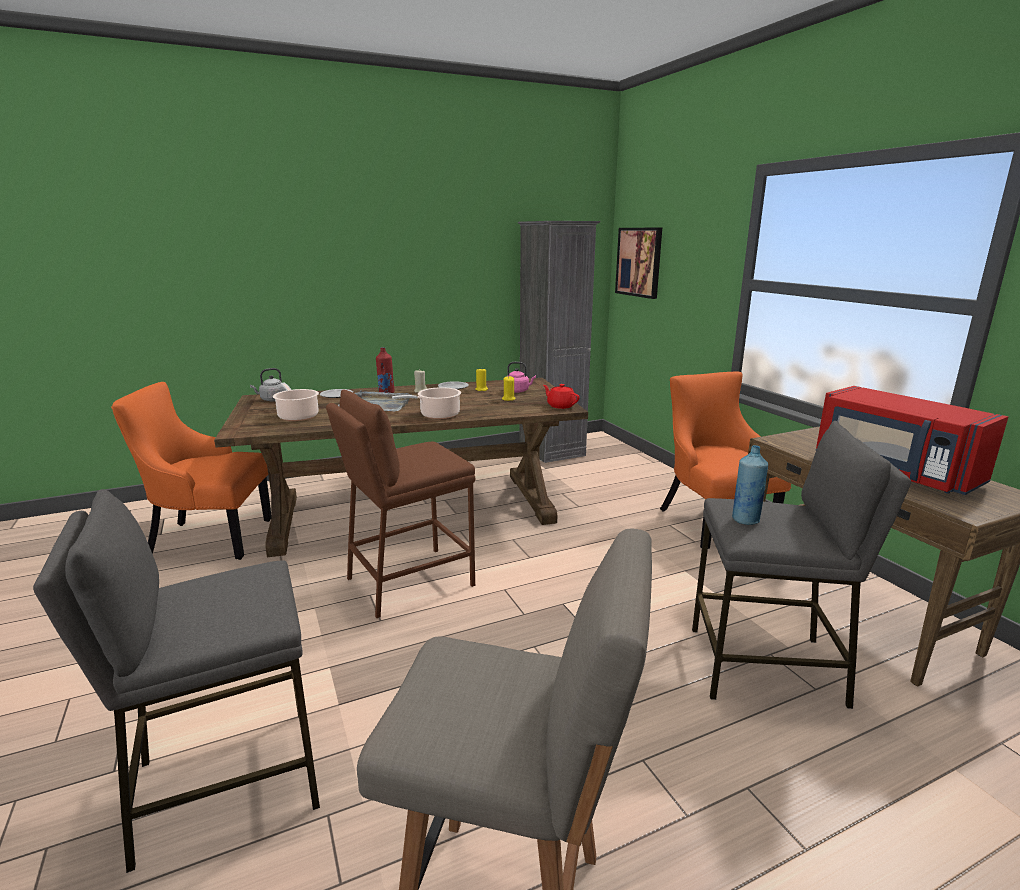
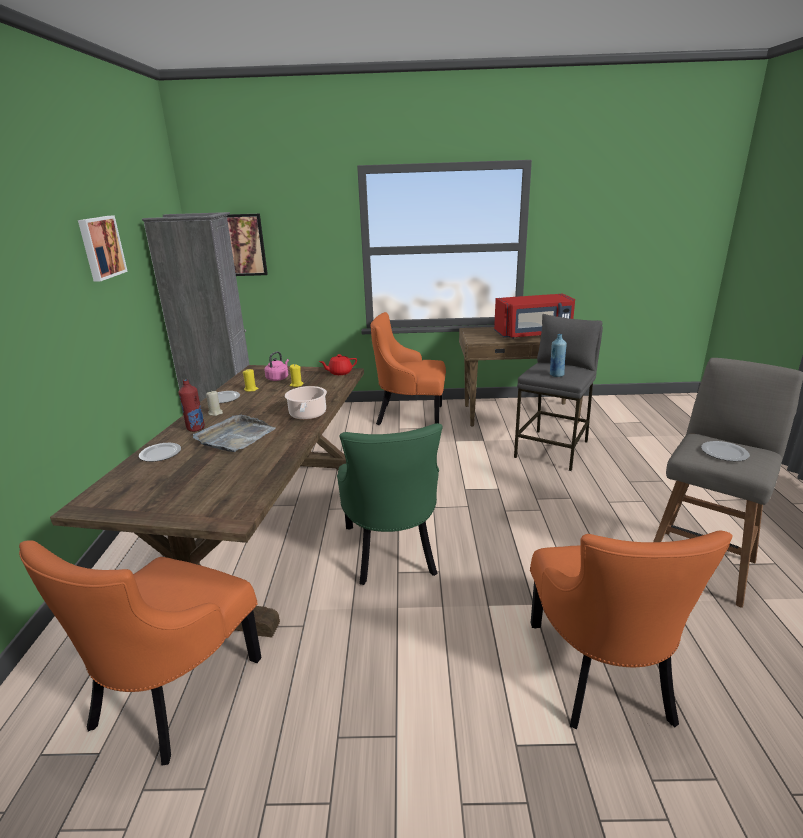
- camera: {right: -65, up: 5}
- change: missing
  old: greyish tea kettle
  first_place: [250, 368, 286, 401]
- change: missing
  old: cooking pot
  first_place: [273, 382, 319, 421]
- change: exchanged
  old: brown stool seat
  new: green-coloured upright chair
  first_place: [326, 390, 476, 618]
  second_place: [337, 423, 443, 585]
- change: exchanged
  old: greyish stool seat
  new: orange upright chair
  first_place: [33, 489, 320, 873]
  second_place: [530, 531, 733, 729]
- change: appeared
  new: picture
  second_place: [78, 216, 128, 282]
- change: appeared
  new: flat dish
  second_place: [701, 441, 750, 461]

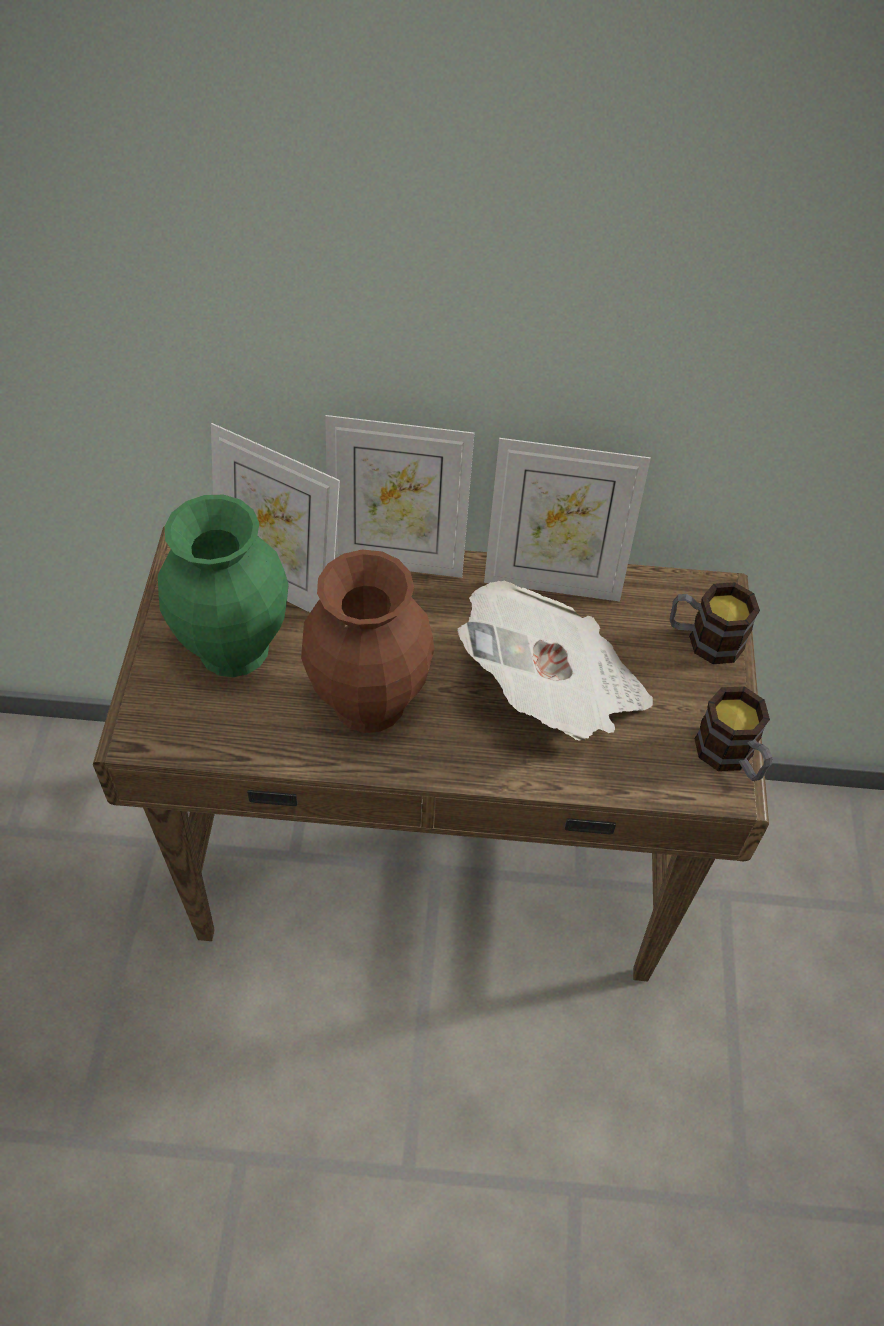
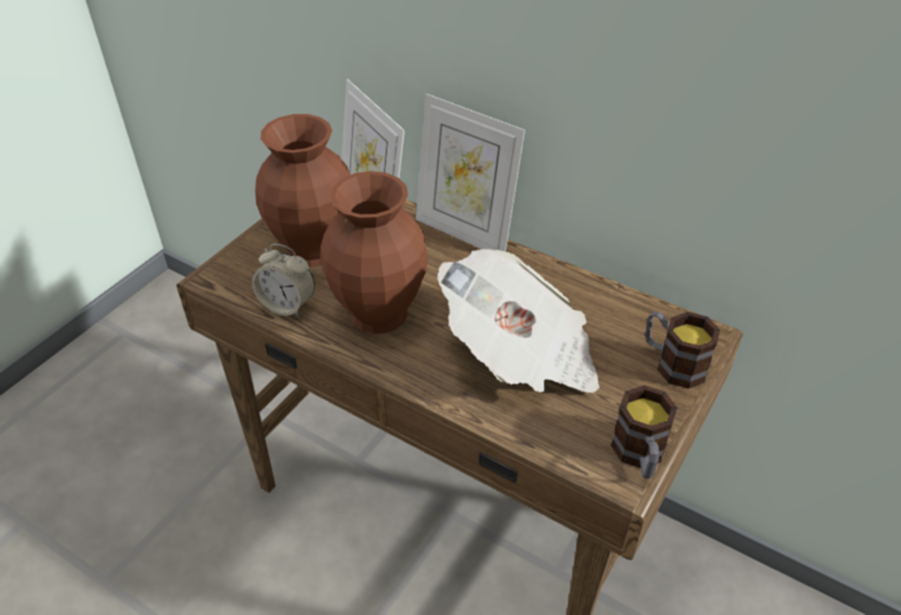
- camera: {right: 30, up: -10}
- change: missing
  old: standing frame
  first_place: [484, 438, 651, 602]
- change: colour
  old: green-coloured vase
  new: brown vase
  first_place: [158, 495, 289, 677]
  second_place: [255, 114, 351, 267]
- change: appeared
  new: table clock
  second_place: [252, 244, 315, 317]

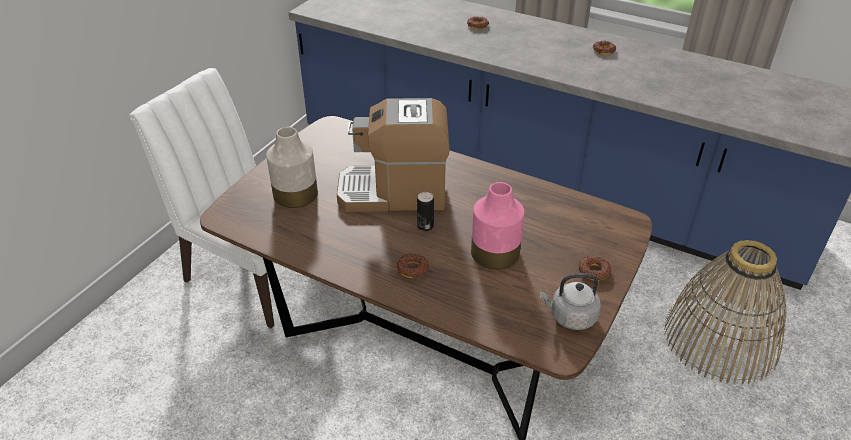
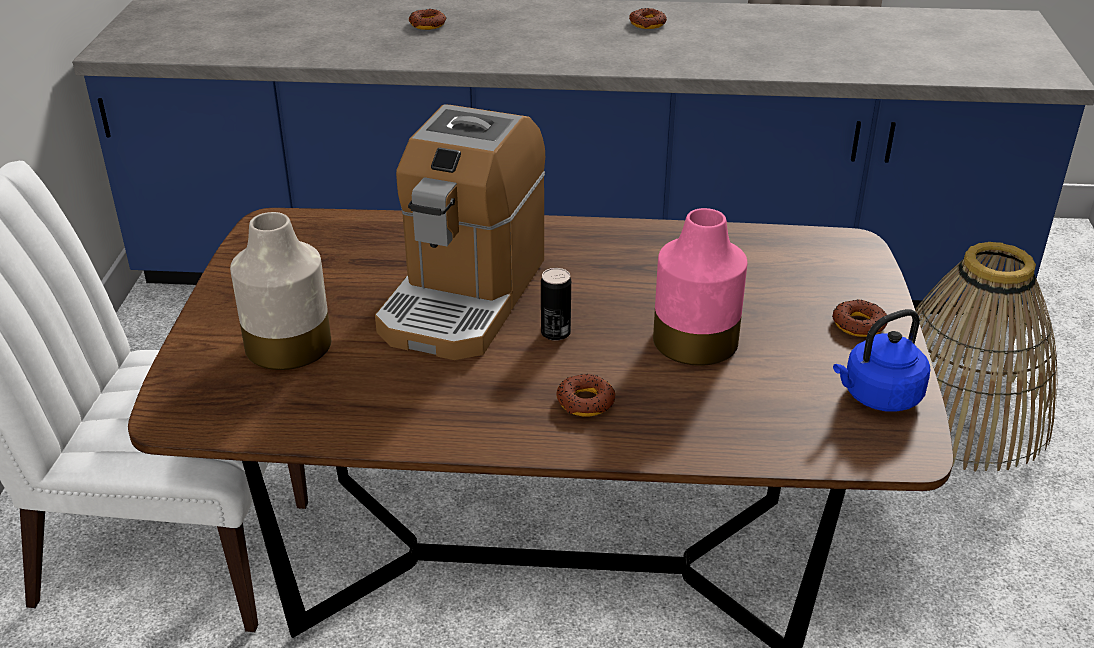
- camera: {right: -25, up: -5}
- change: spun
  old: coffee maker
  first_place: [337, 98, 450, 212]
  second_place: [375, 104, 545, 360]
  degrees: -45
- change: colour
  old: greyish tea kettle
  new: bluish tea kettle
  first_place: [539, 273, 601, 330]
  second_place: [833, 309, 930, 412]

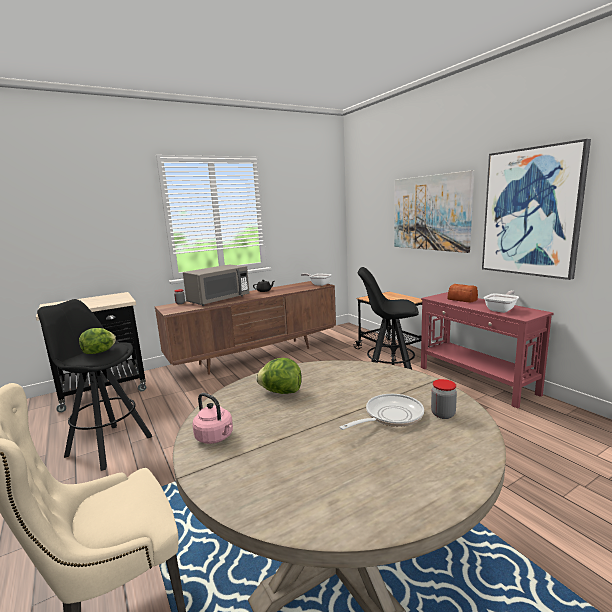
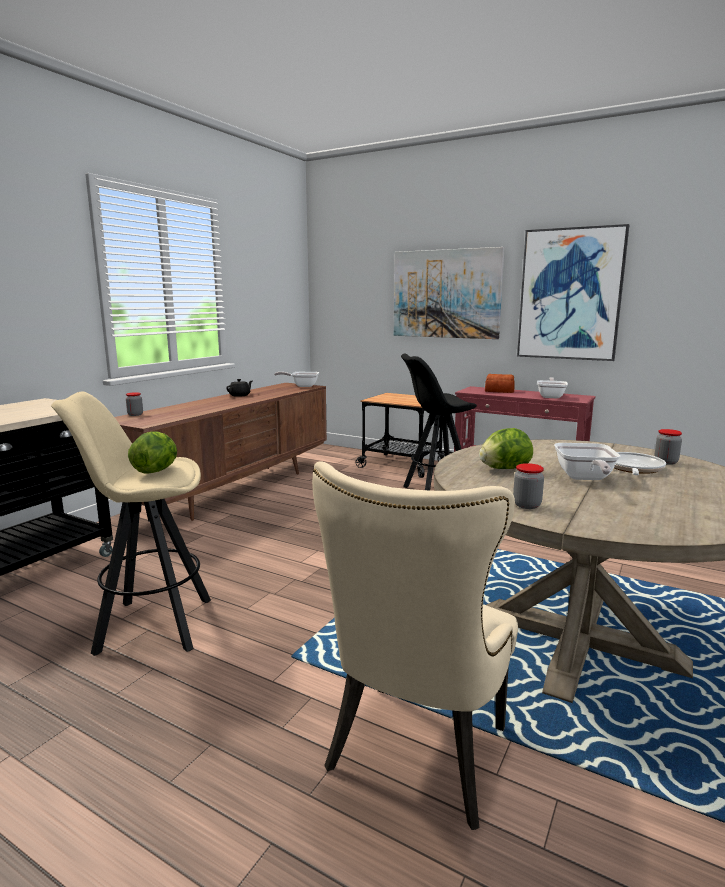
- camera: {right: -30, up: 0}
- change: missing
  old: greyish microwave
  first_place: [183, 265, 249, 306]
- change: colour
  old: black-coloured stool seat
  new: sand-coloured stool seat
  first_place: [37, 299, 152, 471]
  second_place: [51, 391, 211, 656]
- change: exchanged
  old: pink-coloured tea kettle
  new: jar
  first_place: [192, 393, 233, 444]
  second_place: [513, 463, 544, 509]
- change: appeared
  new: pan
  second_place: [554, 443, 620, 480]

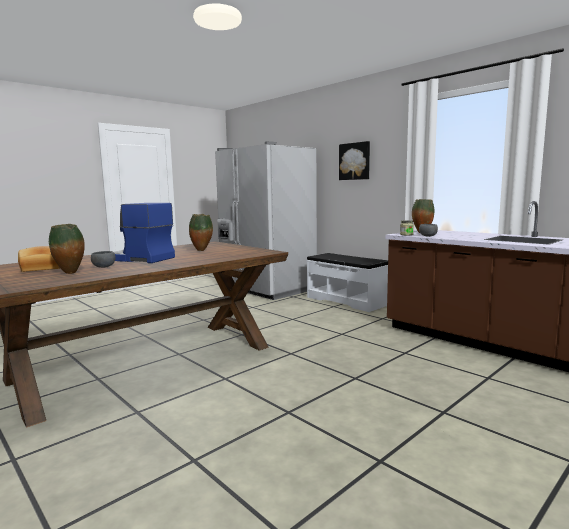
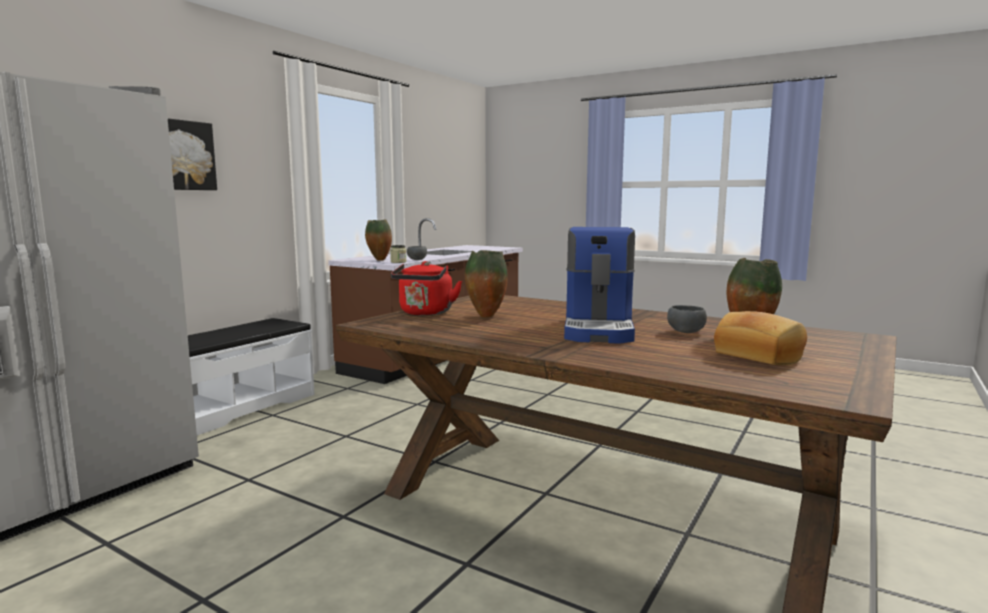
- camera: {right: -105, up: 0}
- change: appeared
  new: red-coloured tea kettle
  second_place: [391, 261, 462, 315]

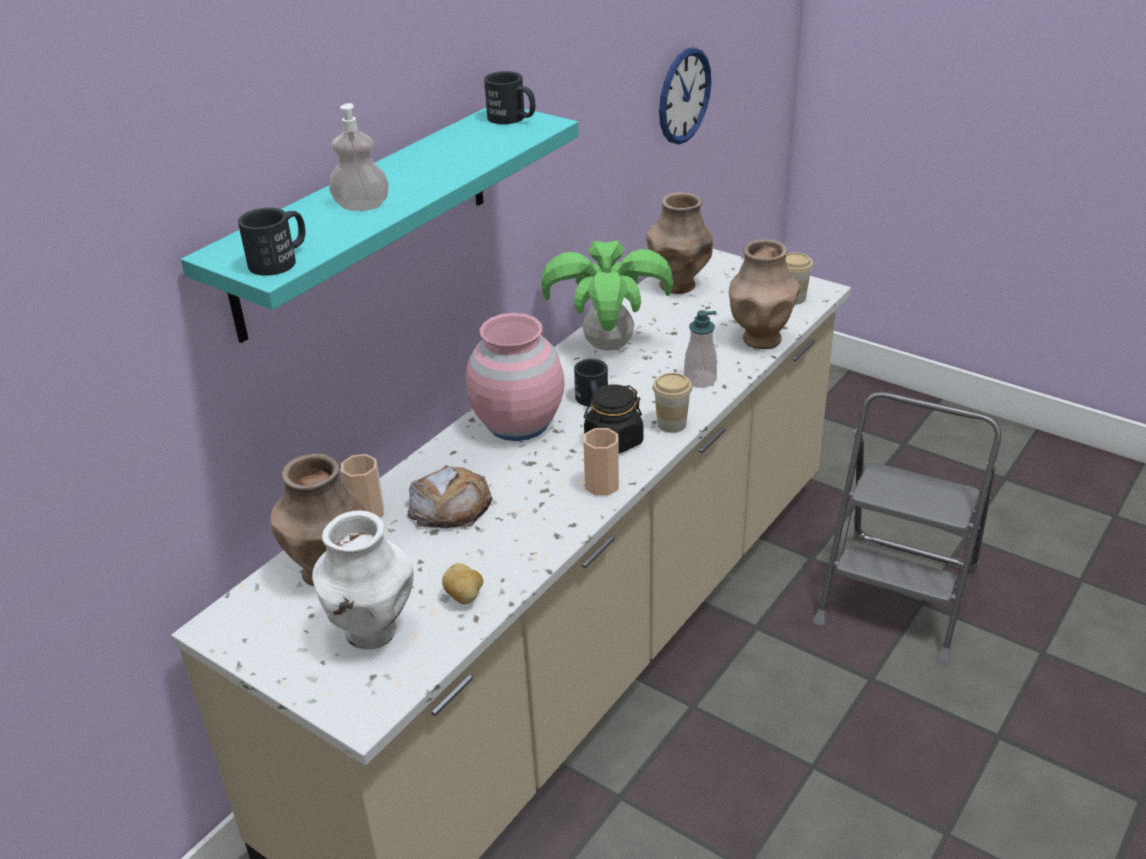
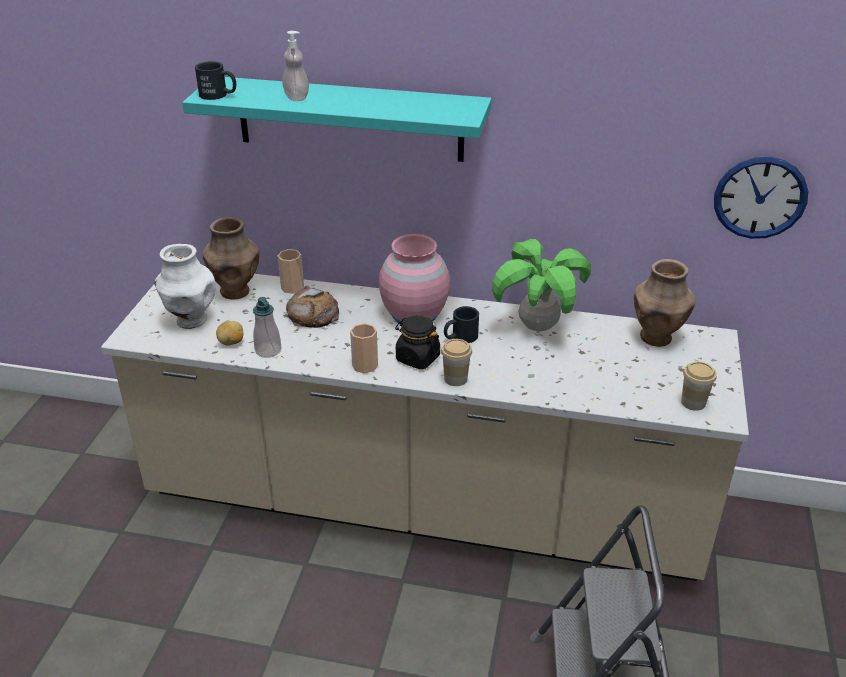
- camera: {right: 65, up: 0}
- change: missing
  old: black-coloured mug
  first_place: [484, 71, 535, 124]
- change: missing
  old: brown vase
  first_place: [729, 239, 800, 349]
- change: relocated
  old: soap bottle
  first_place: [684, 310, 717, 388]
  second_place: [253, 297, 282, 358]

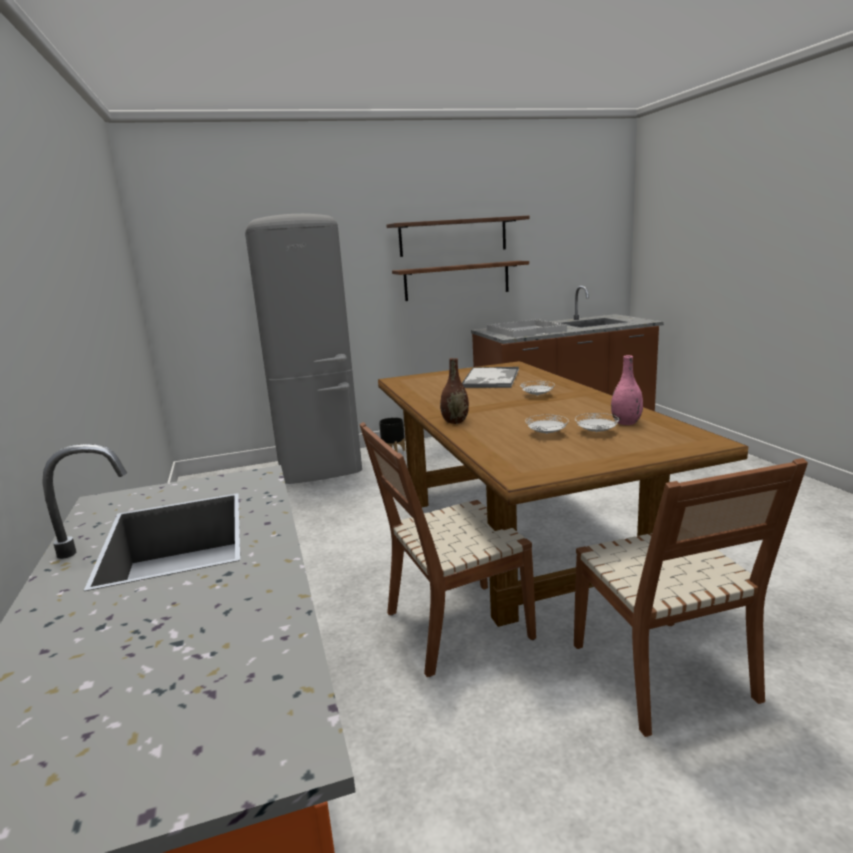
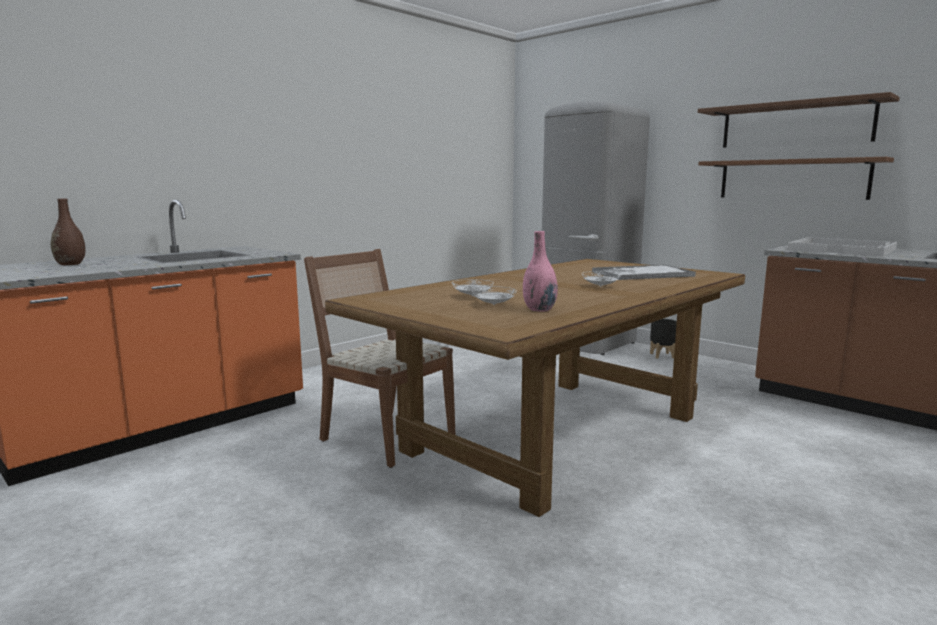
- camera: {right: 60, up: -5}
- change: relocated
  old: brown vase
  first_place: [440, 358, 469, 424]
  second_place: [51, 199, 86, 265]
- change: missing
  old: upright chair
  first_place: [574, 458, 808, 737]

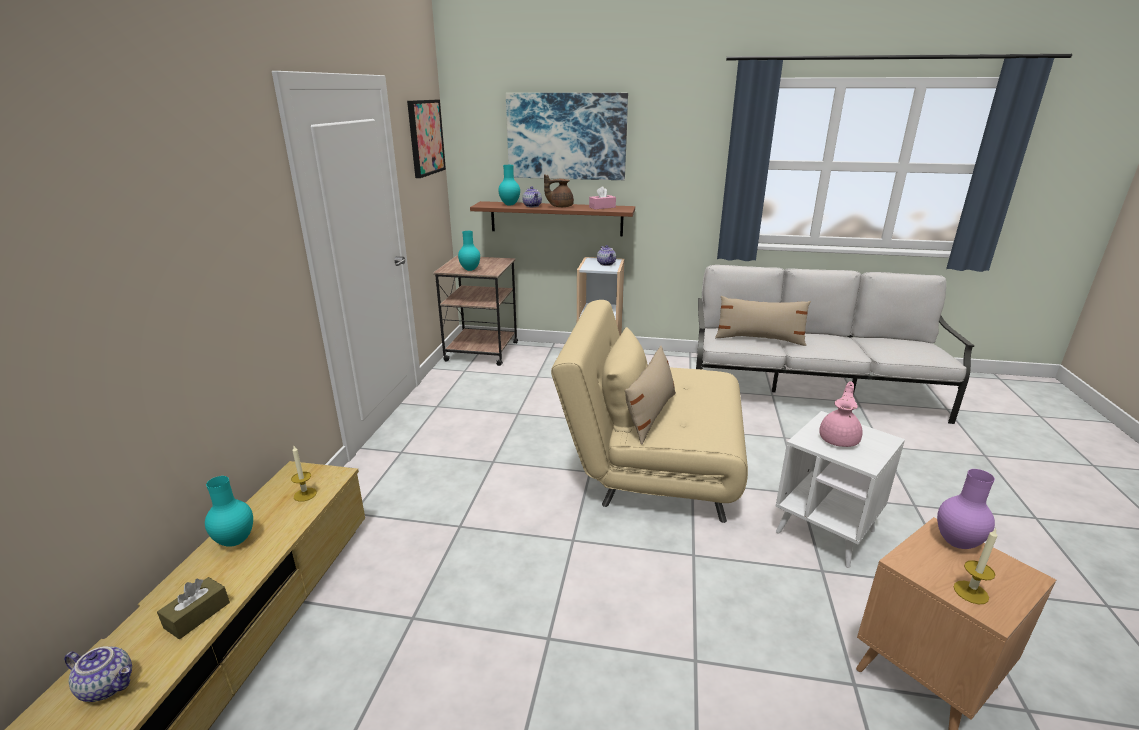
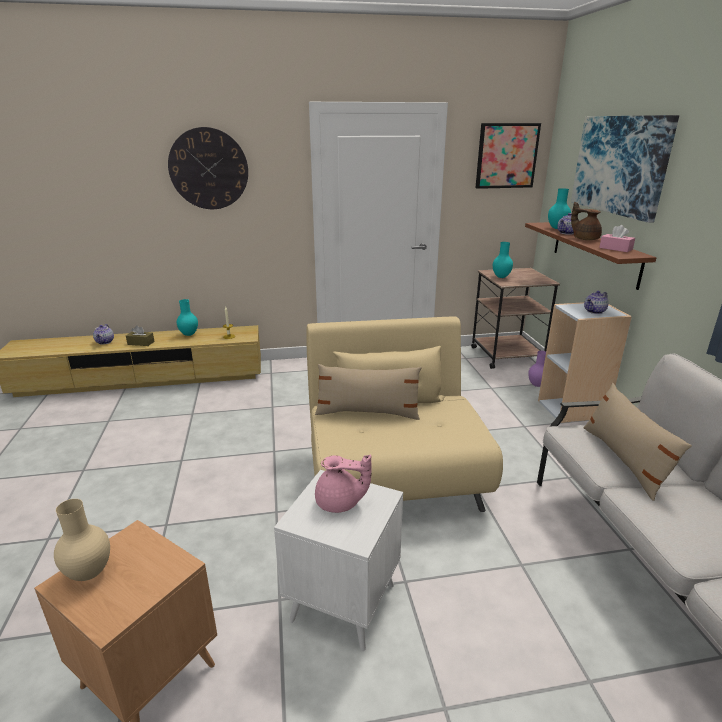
- camera: {right: 70, up: 0}
- change: relocated
  old: purple-coloured vase
  first_place: [937, 469, 995, 549]
  second_place: [528, 351, 546, 387]
- change: exchanged
  old: candle
  new: sand-coloured vase
  first_place: [953, 528, 998, 604]
  second_place: [54, 499, 110, 581]
- change: appeared
  new: hanging clock
  second_place: [168, 127, 248, 209]

